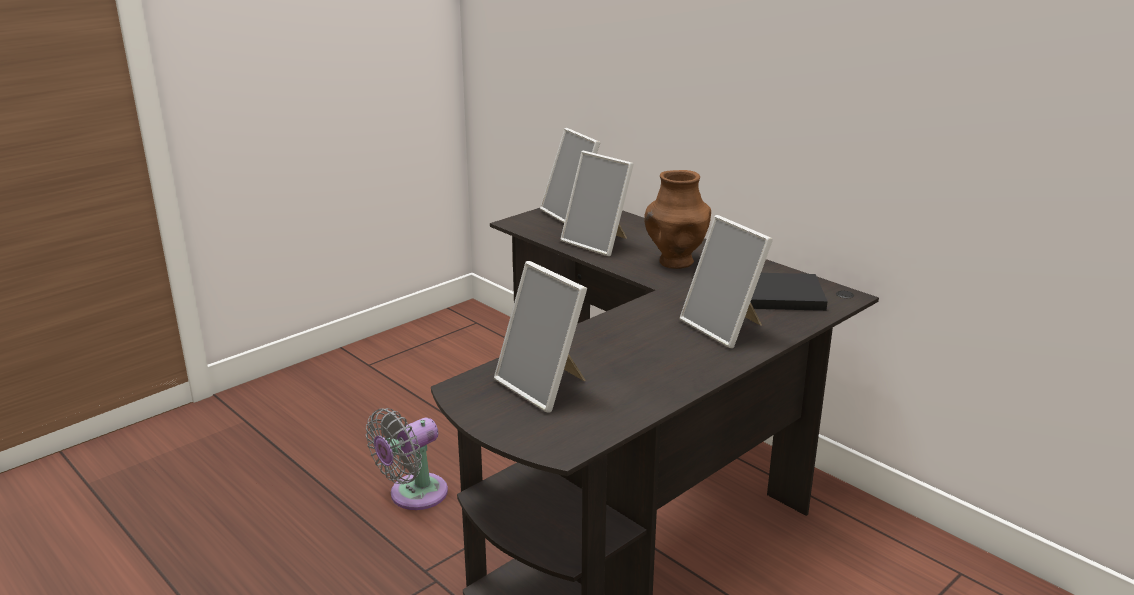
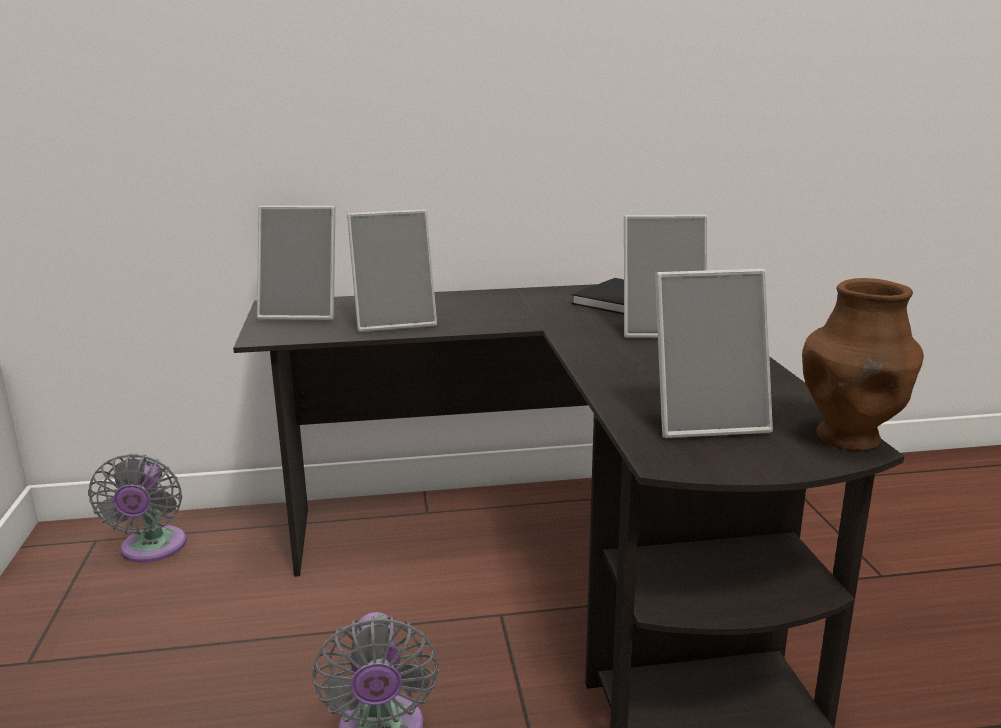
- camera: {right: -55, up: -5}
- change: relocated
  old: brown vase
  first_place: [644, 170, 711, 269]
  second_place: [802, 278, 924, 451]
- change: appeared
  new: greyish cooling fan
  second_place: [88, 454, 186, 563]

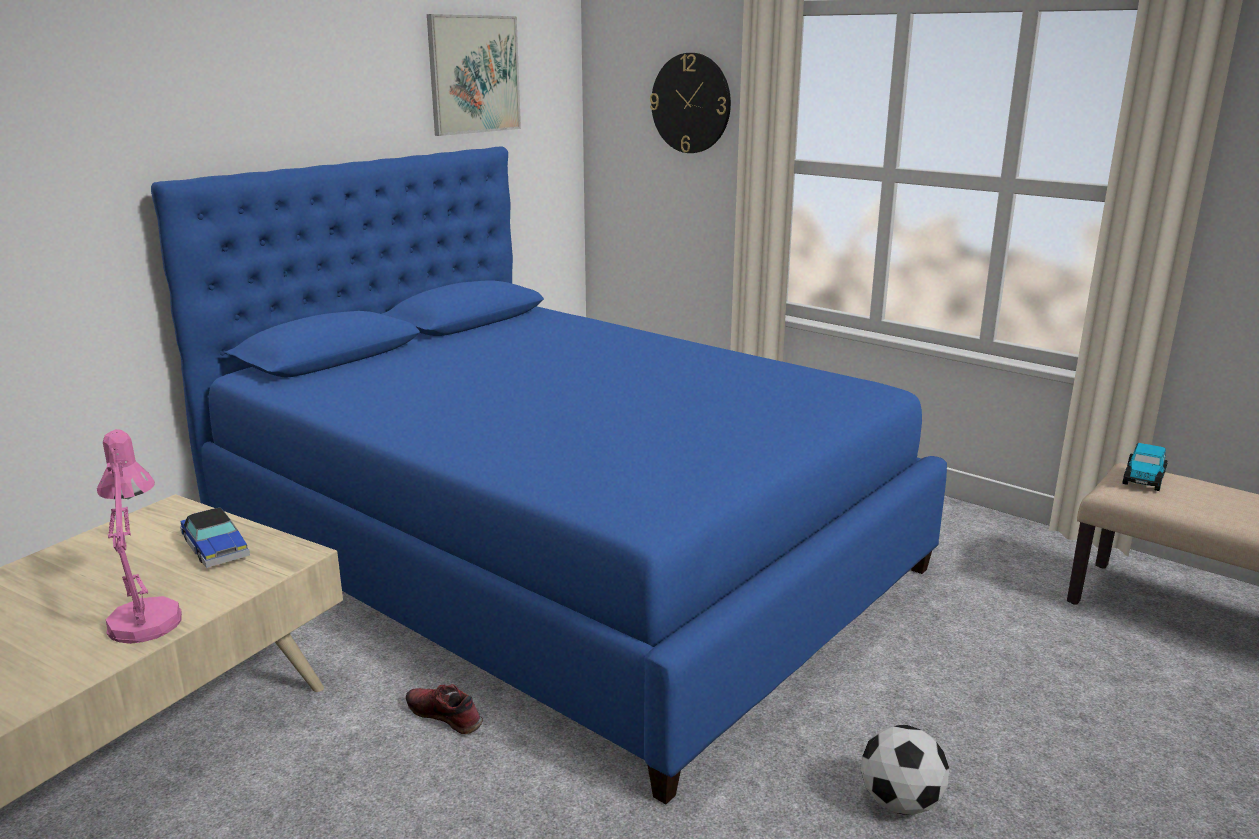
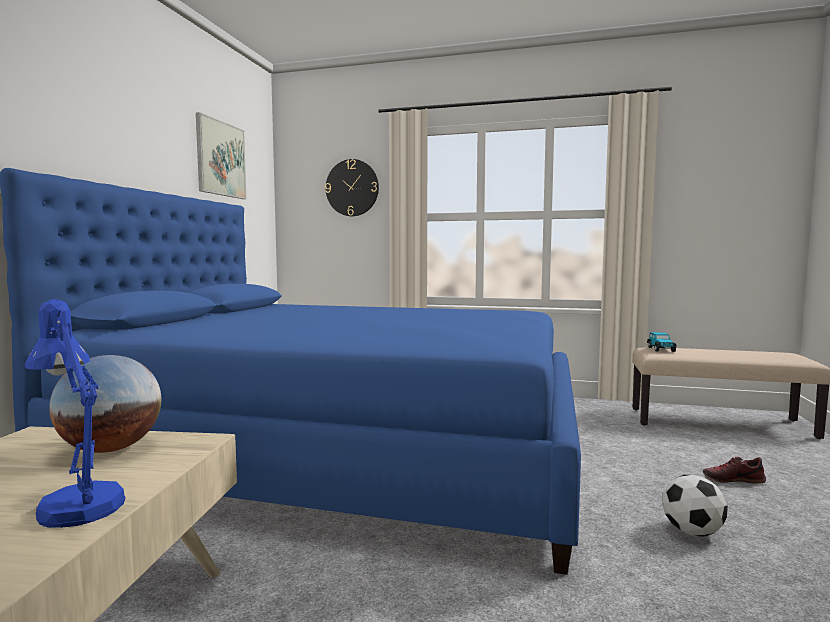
- camera: {right: -25, up: -15}
- change: colour
  old: pink-coloured table lamp
  new: bluish table lamp
  first_place: [97, 429, 182, 644]
  second_place: [25, 299, 126, 528]
- change: exchanged
  old: toy car
  new: globe
  first_place: [180, 508, 250, 568]
  second_place: [49, 355, 161, 453]
- change: relocated
  old: low shoe
  first_place: [406, 684, 483, 734]
  second_place: [703, 457, 766, 484]

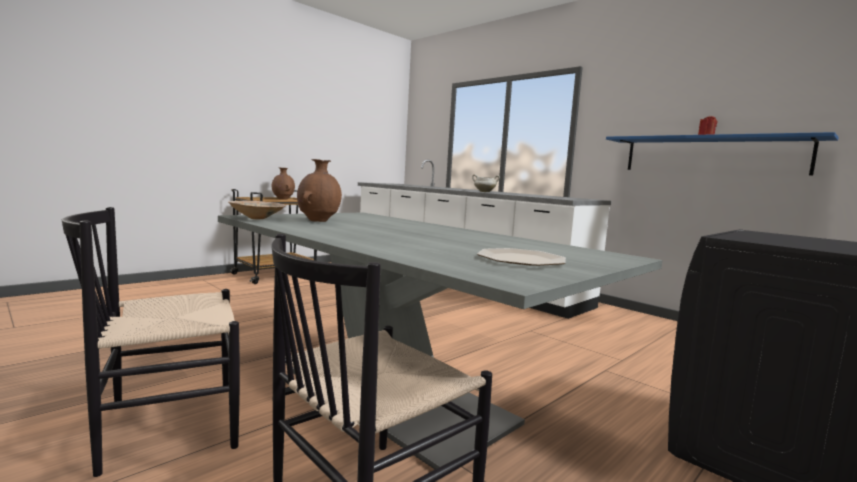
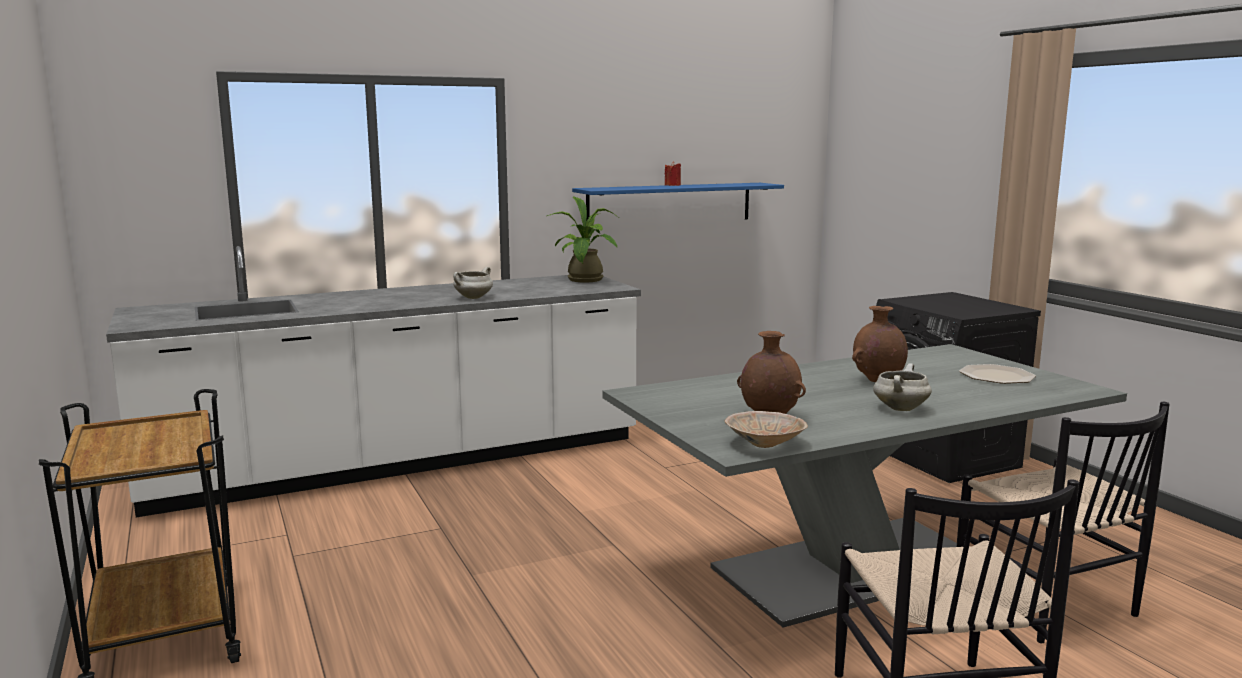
- camera: {right: -70, up: 5}
- change: relocated
  old: brown vase
  first_place: [272, 168, 295, 200]
  second_place: [852, 306, 908, 382]
- change: appeared
  new: houseplant
  second_place: [547, 196, 619, 282]
- change: appeared
  new: whitish cooking pot
  second_place: [873, 364, 932, 411]

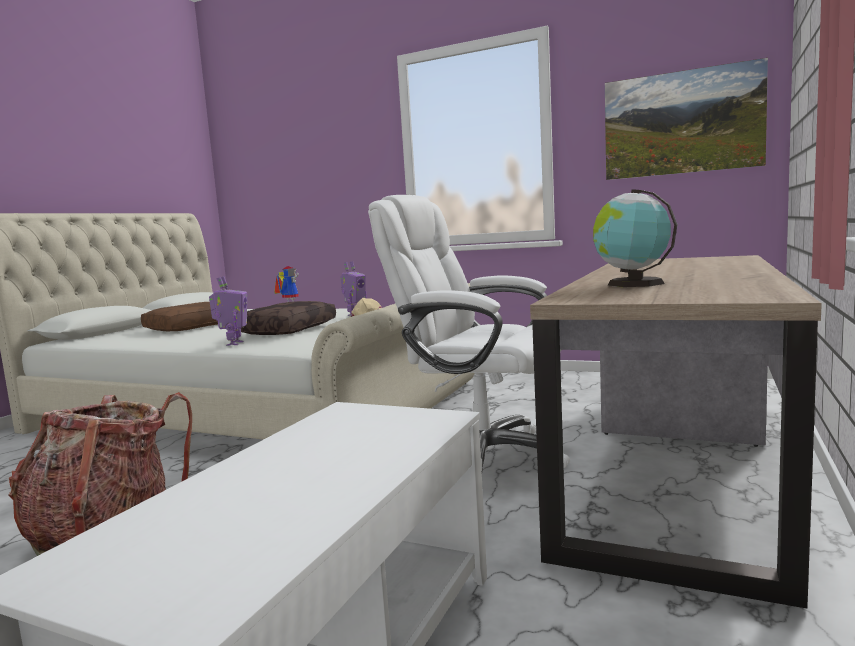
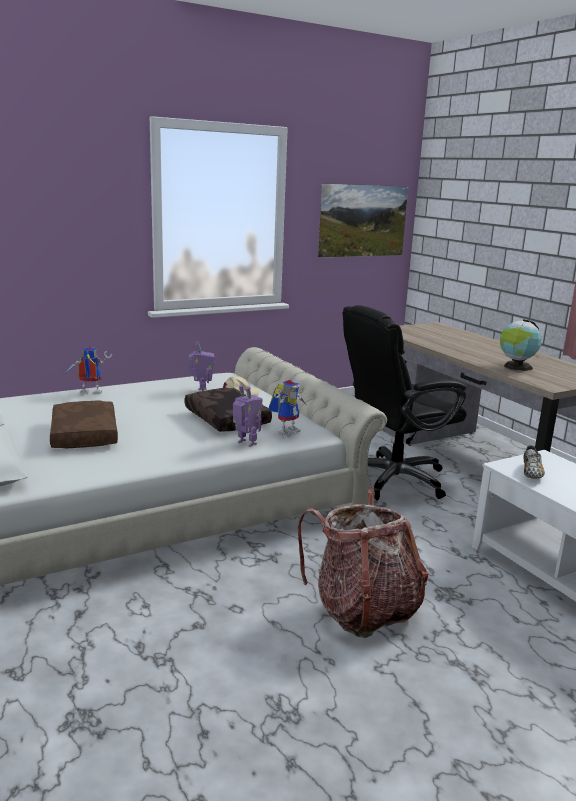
- camera: {right: -55, up: 10}
- change: colour
  old: whitish office chair
  new: black-coloured office chair
  first_place: [368, 195, 570, 470]
  second_place: [343, 305, 466, 501]
- change: appeared
  new: model robot
  second_place: [269, 380, 306, 437]
- change: appeared
  new: low shoe
  second_place: [523, 445, 545, 479]

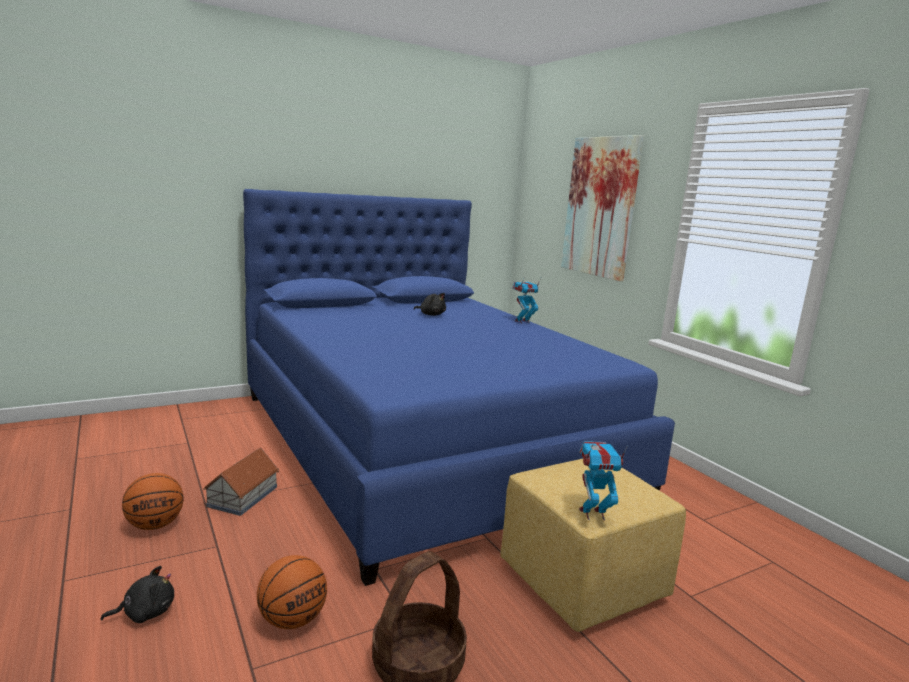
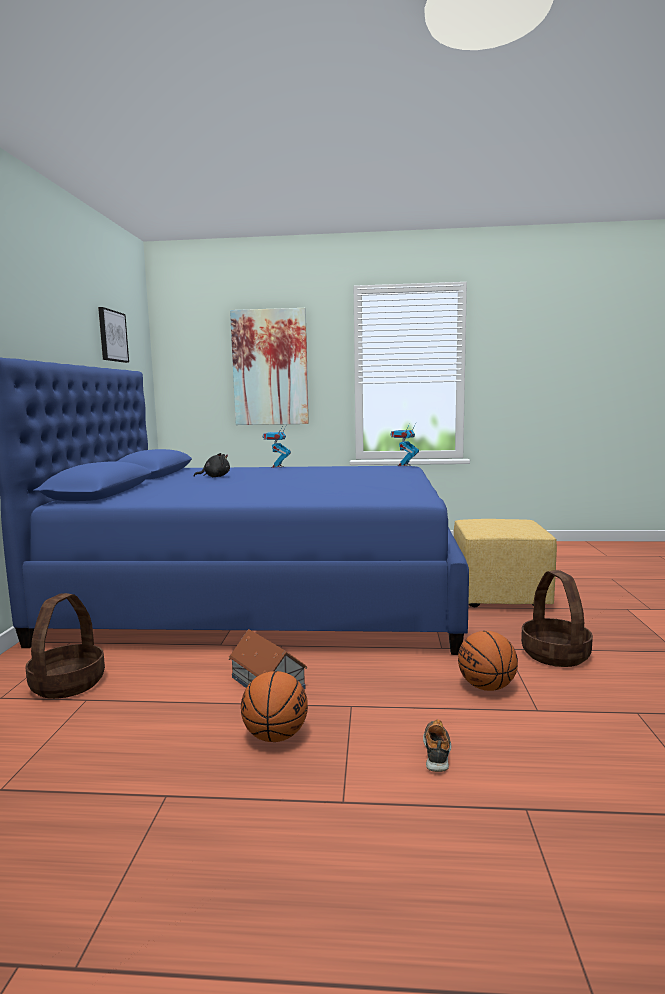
- camera: {right: -55, up: -5}
- change: relocated
  old: model robot
  first_place: [579, 441, 628, 521]
  second_place: [390, 424, 419, 466]
- change: exchanged
  old: black-coloured plush toy
  new: low shoe
  first_place: [101, 566, 174, 623]
  second_place: [423, 719, 451, 772]
- change: appeared
  new: picture
  second_place: [98, 307, 129, 363]
- change: appeared
  new: storage basket
  second_place: [25, 593, 105, 699]

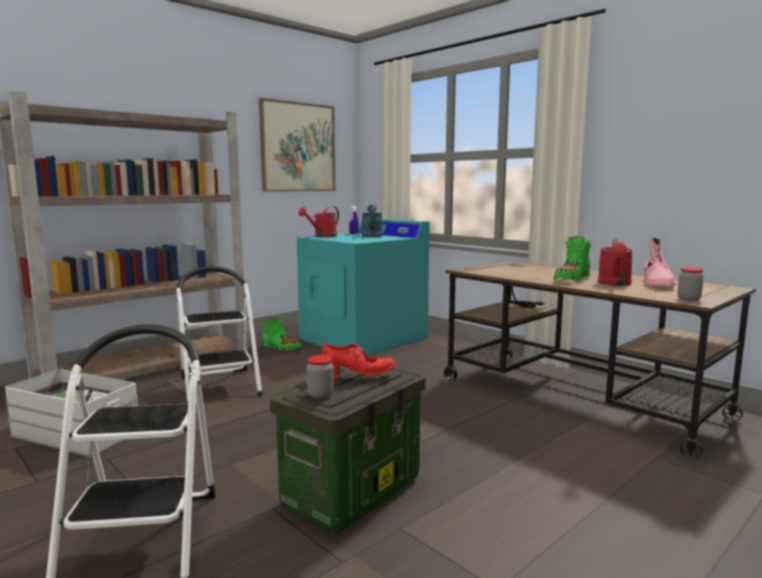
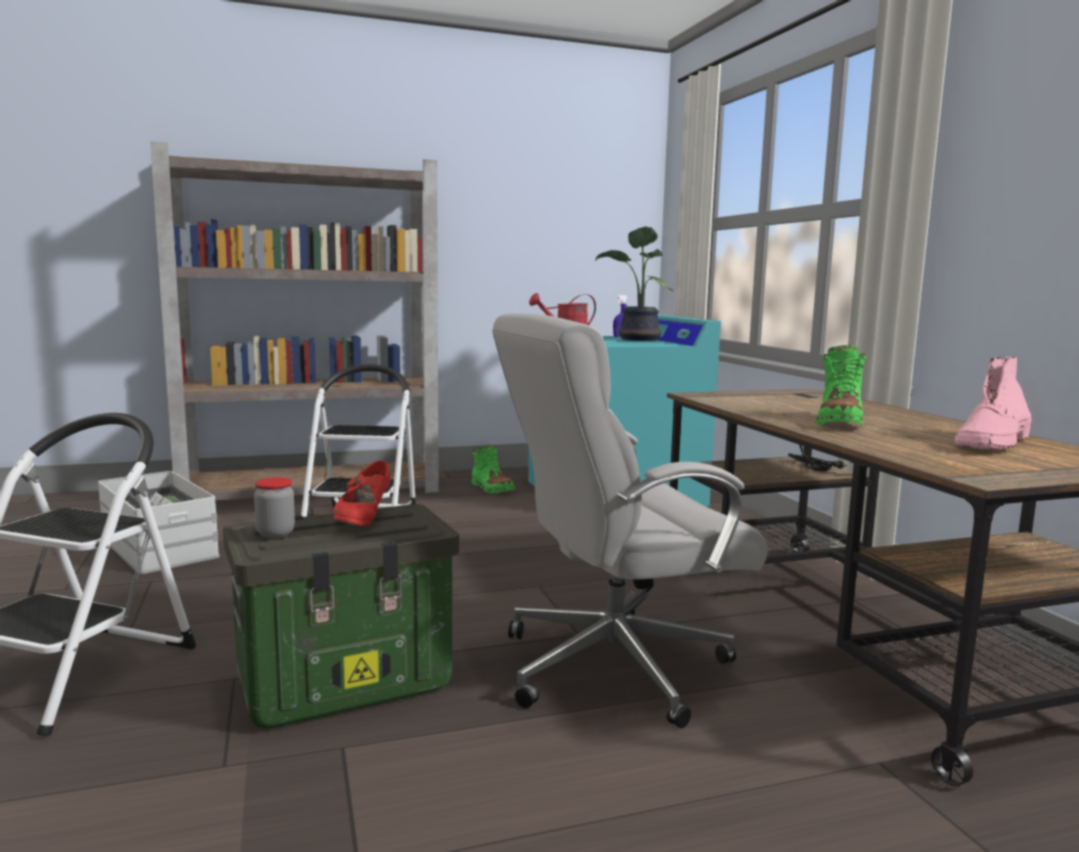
- camera: {right: 25, up: 0}
- change: missing
  old: picture
  first_place: [259, 98, 335, 192]
- change: exchanged
  old: turquoise sprinkling can
  new: houseplant
  first_place: [362, 205, 382, 237]
  second_place: [595, 226, 673, 341]
- change: spun
  old: green-coloured high-top boot
  first_place: [553, 236, 591, 281]
  second_place: [816, 345, 867, 426]
  degrees: -45
- change: missing
  old: red-coloured sprinkling can
  first_place: [598, 238, 633, 286]
- change: missing
  old: jar
  first_place: [677, 268, 704, 301]
- change: spun
  old: red-coloured low shoe
  first_place: [321, 343, 396, 379]
  second_place: [334, 460, 390, 526]
  degrees: 75
- change: appeared
  new: greyish office chair
  second_place: [492, 313, 768, 728]

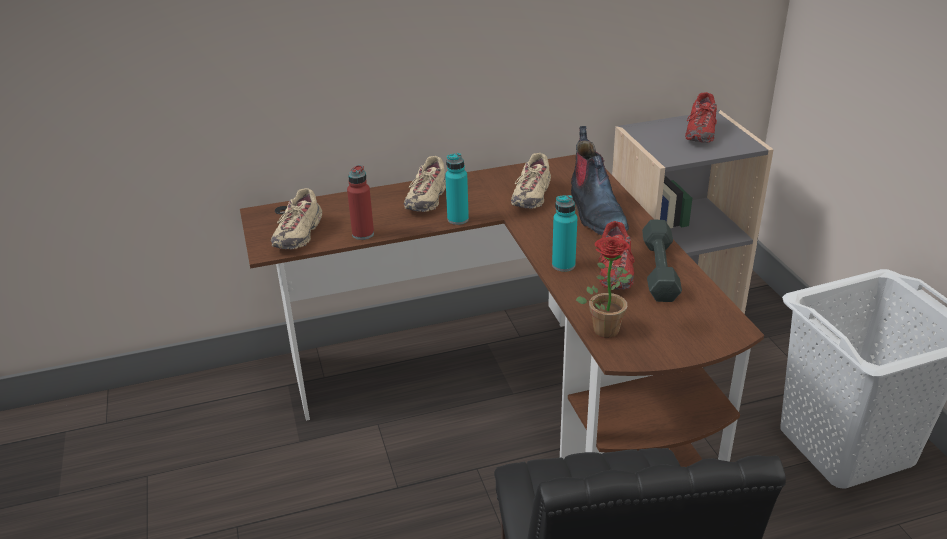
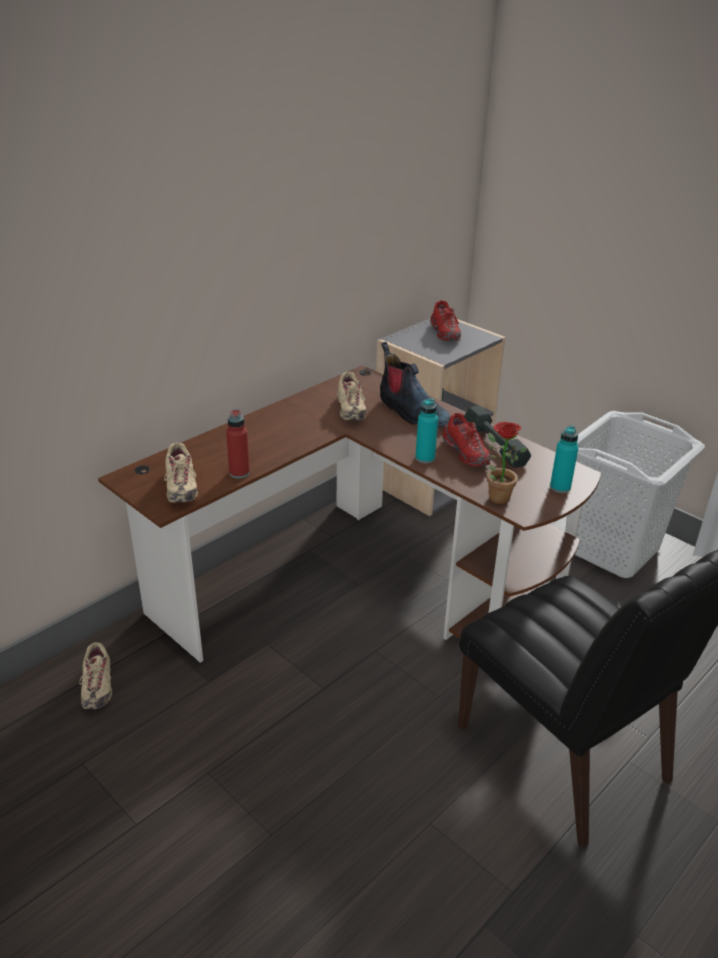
- camera: {right: -30, up: 0}
- change: relocated
  old: turquoise drink bottle
  first_place: [445, 153, 469, 225]
  second_place: [550, 425, 579, 493]
- change: relocated
  old: sand-coloured low shoe
  first_place: [404, 156, 446, 212]
  second_place: [79, 642, 112, 709]

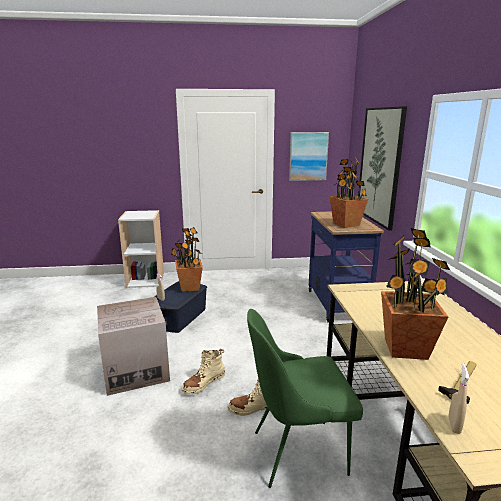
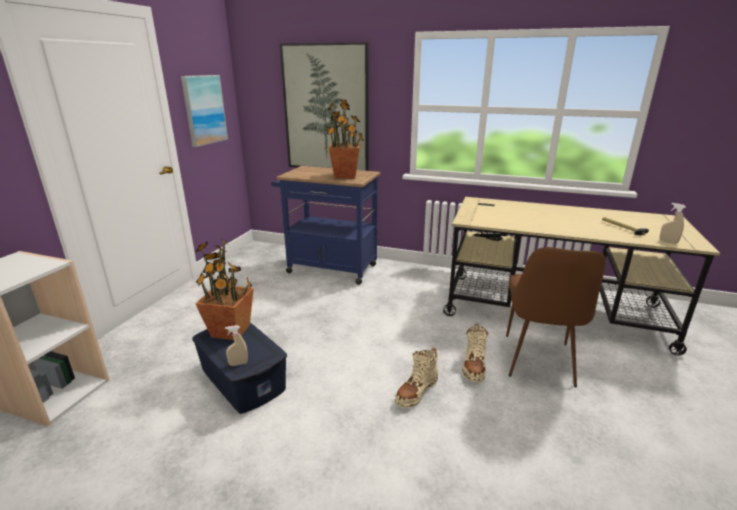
- camera: {right: -65, up: 5}
- change: missing
  old: houseplant
  first_place: [381, 228, 450, 360]
- change: missing
  old: cardboard box
  first_place: [97, 297, 170, 396]
- change: colour
  old: green-coloured upright chair
  new: brown upright chair
  first_place: [247, 309, 363, 488]
  second_place: [506, 247, 606, 387]
- change: spun
  old: sand-coloured high-top boot
  first_place: [182, 349, 225, 394]
  second_place: [395, 348, 438, 408]
  degrees: 60

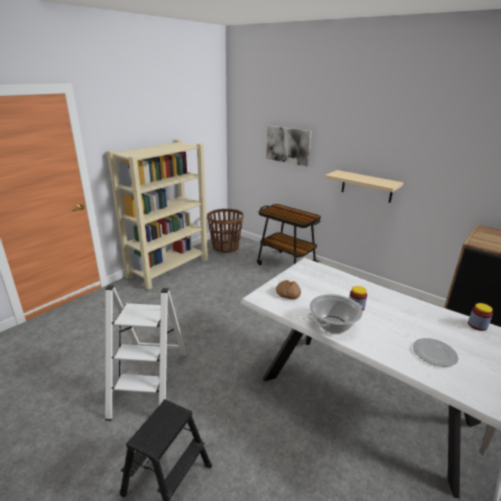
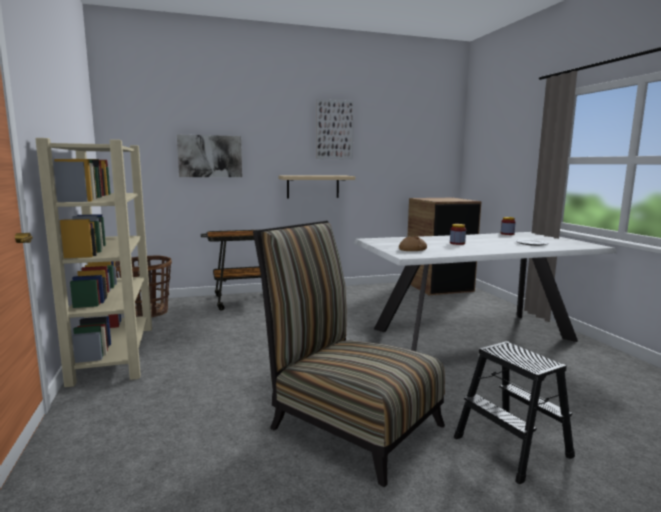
- camera: {right: -55, up: -15}
- change: exchanged
  old: whitish step ladder
  new: upright chair
  first_place: [105, 285, 187, 421]
  second_place: [253, 220, 445, 487]
- change: missing
  old: cooking pot
  first_place: [307, 294, 363, 334]
- change: appeared
  new: picture
  second_place: [316, 99, 354, 160]

